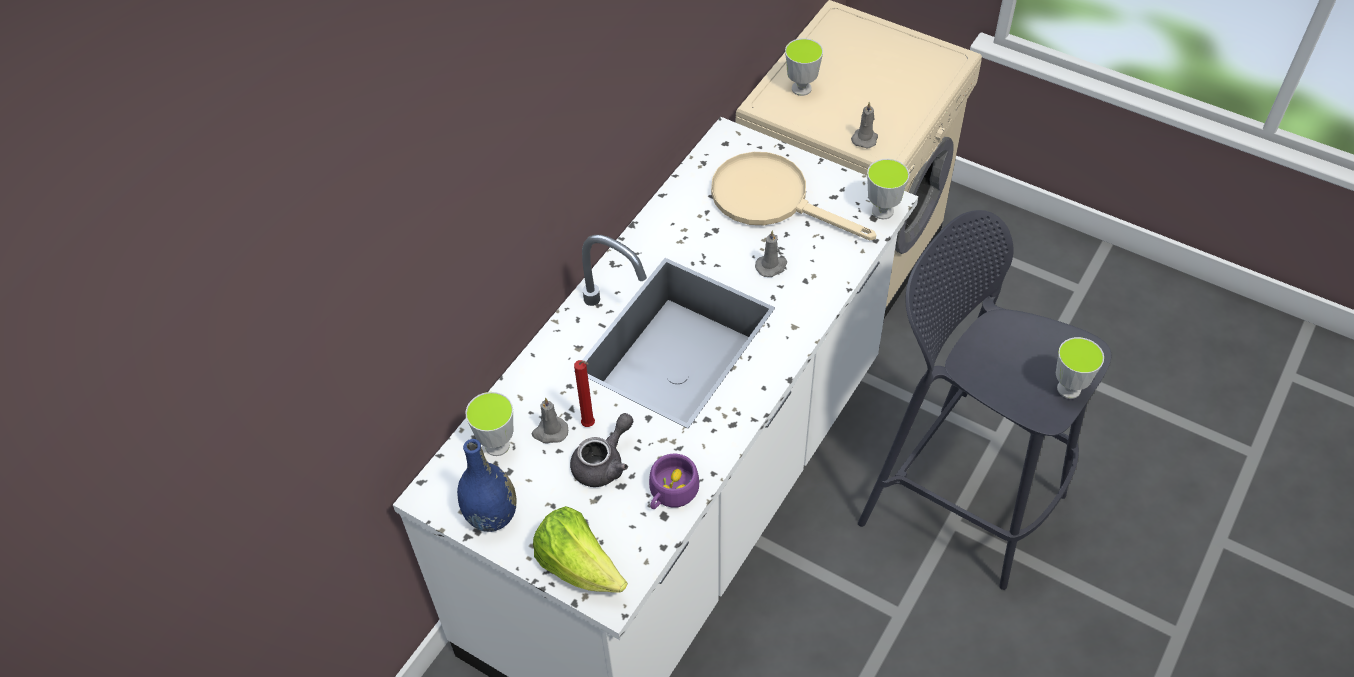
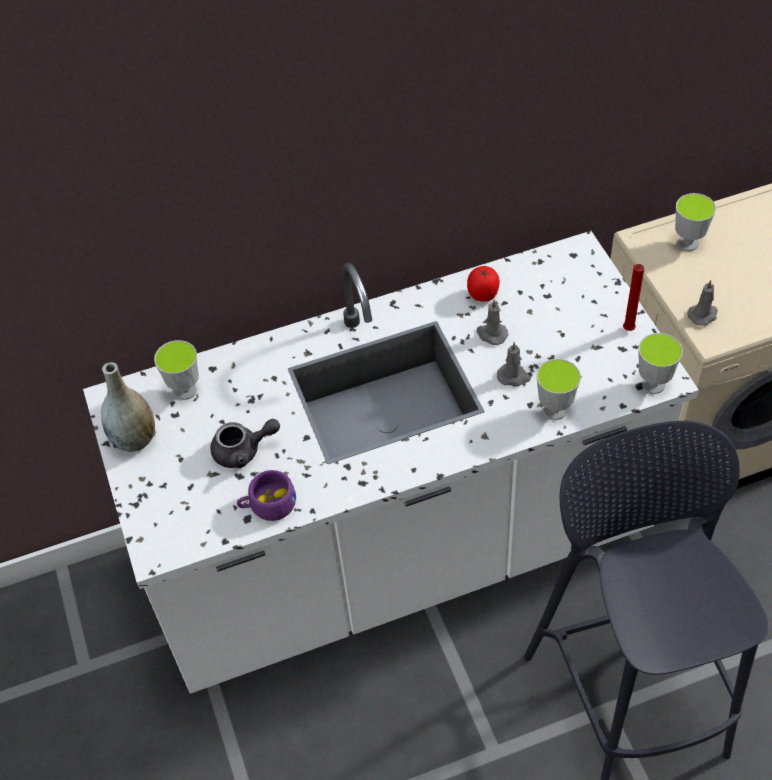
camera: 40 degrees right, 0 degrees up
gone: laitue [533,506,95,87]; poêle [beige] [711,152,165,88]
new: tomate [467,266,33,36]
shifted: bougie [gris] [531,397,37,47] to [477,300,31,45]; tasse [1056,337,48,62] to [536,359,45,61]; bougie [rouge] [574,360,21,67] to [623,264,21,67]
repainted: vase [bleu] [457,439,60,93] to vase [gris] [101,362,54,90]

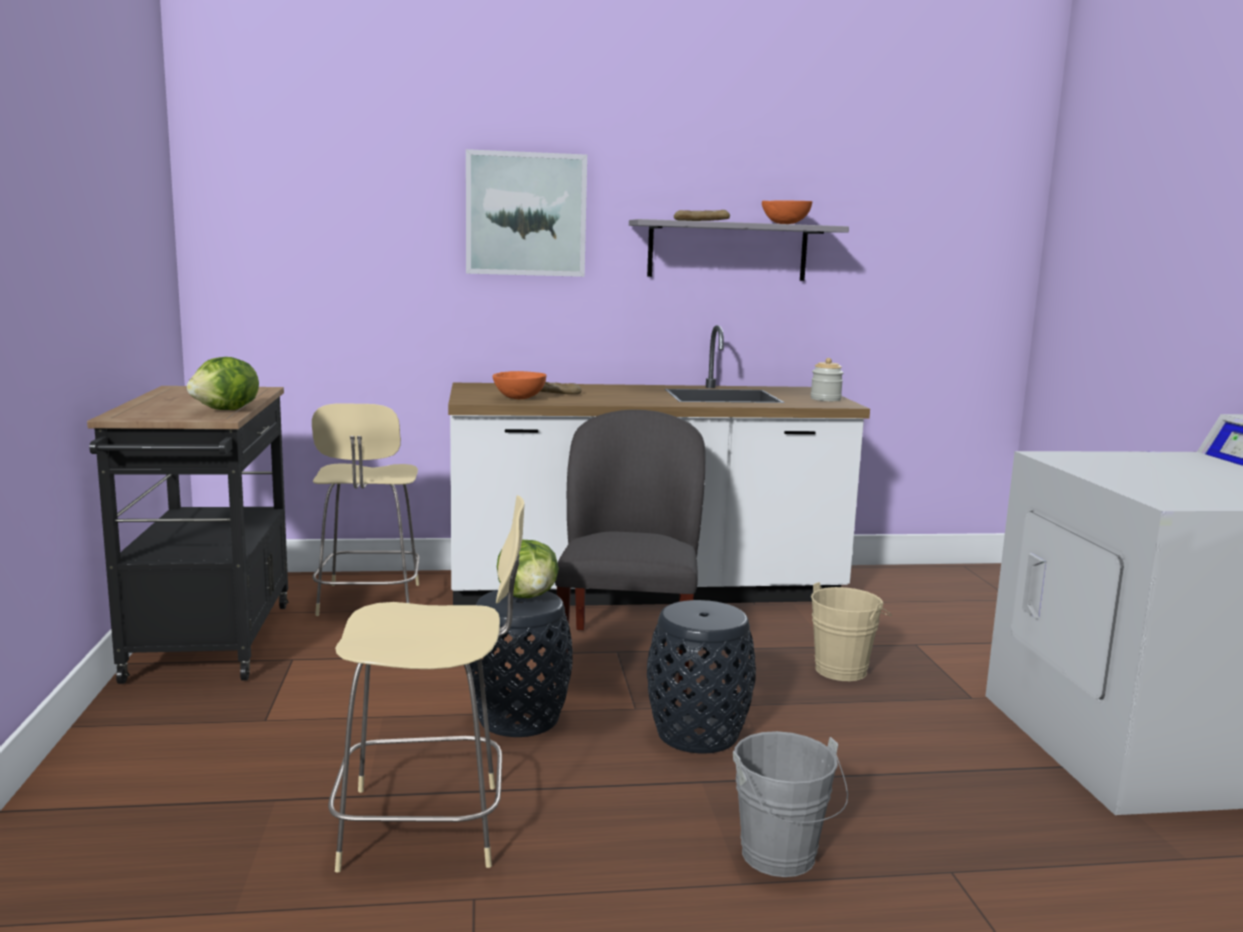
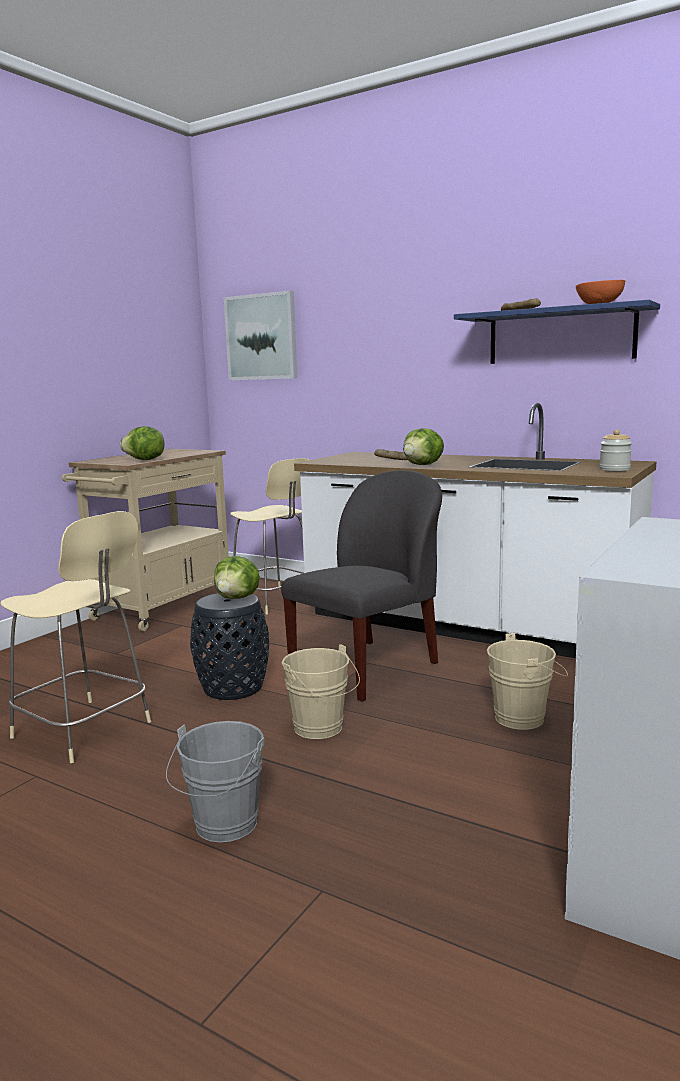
camera: 40 degrees right, 0 degrees up
gone: bol [orange] [493,371,53,28]
new: laitue [403,428,41,37]
shifted: tableau [466,149,121,128] to [224,290,73,90]
swapped: tabouret [noir] [647,600,109,154] to seau [beige] [282,644,78,95]
repainted: chariot [noir] [87,386,202,298] to chariot [beige] [62,449,167,182]; étagère [gris] [629,219,220,62] to étagère [bleu] [454,300,206,64]
rotated: chaise [beige] [312,403,107,213] = [230,458,79,157] 75 degrees counterclockwise

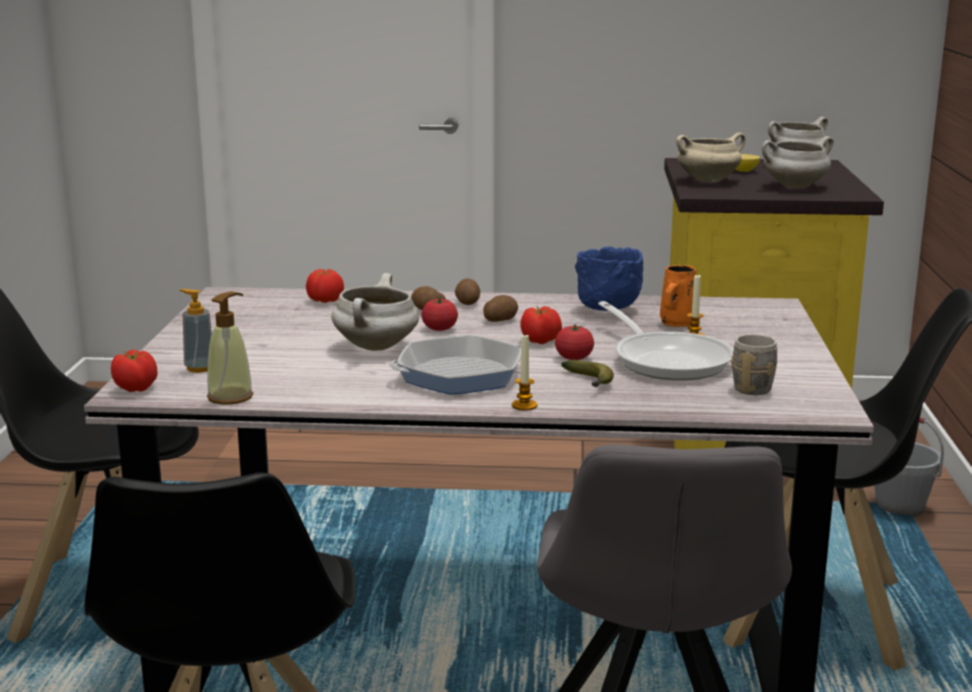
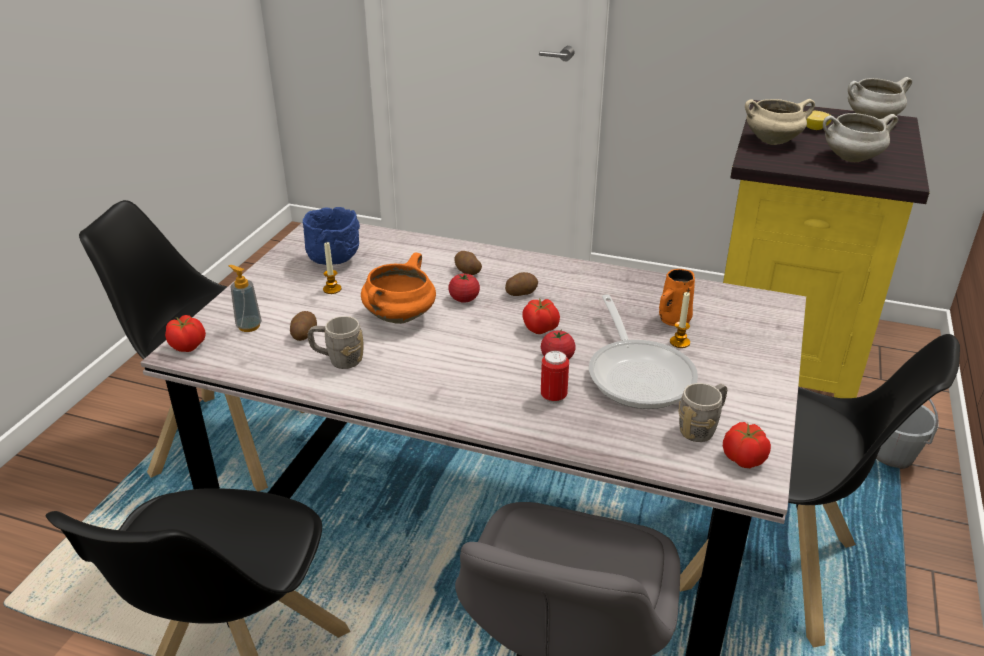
camera: 15 degrees right, 15 degrees up
gone: distributeur de savon [207,292,46,113]; poêle [389,335,141,60]
new: mug [gris] [308,316,56,53]
shifted: pomme de terre [455,278,25,27] to [290,311,27,30]; bol [bleu] [575,247,68,64] to [303,207,57,58]; bougie [512,335,25,76] to [323,241,19,53]; tomate [306,269,38,34] to [723,422,48,46]
swapped: banane [561,360,53,28] to boîte métallique [541,350,28,54]
repainted: marmite [blanc] [331,273,88,78] to marmite [orange] [361,252,75,72]

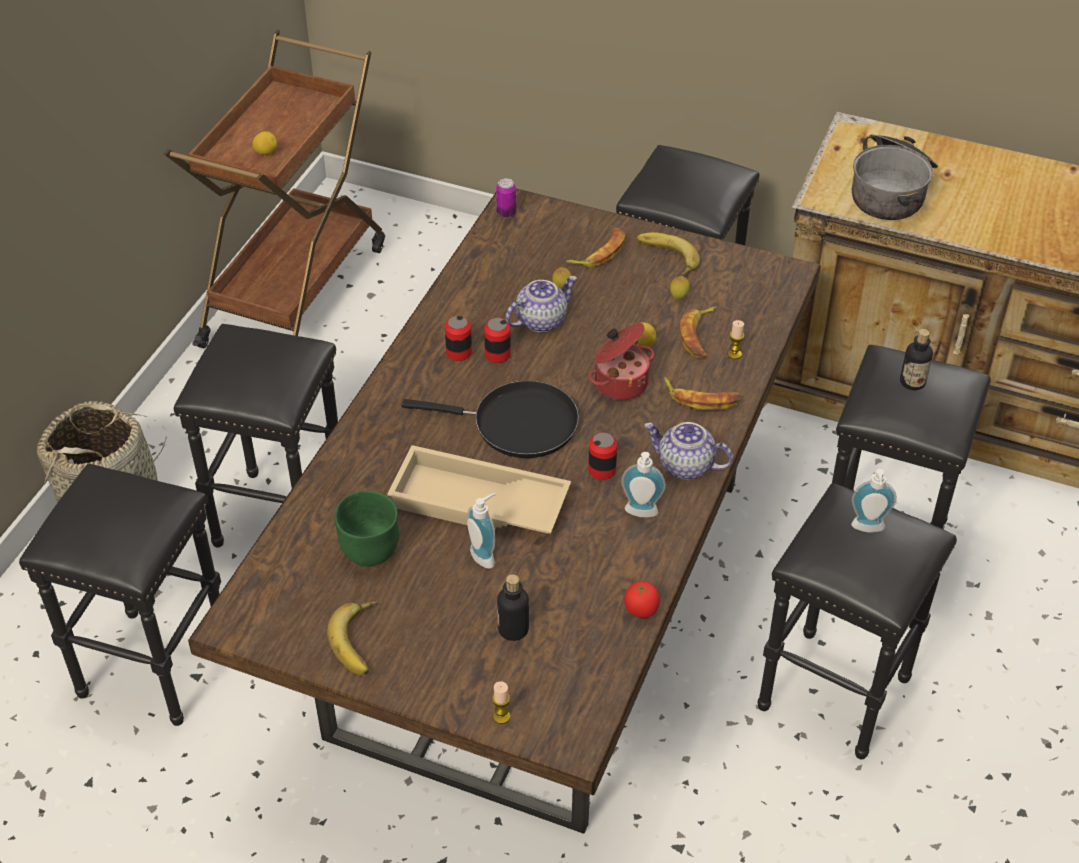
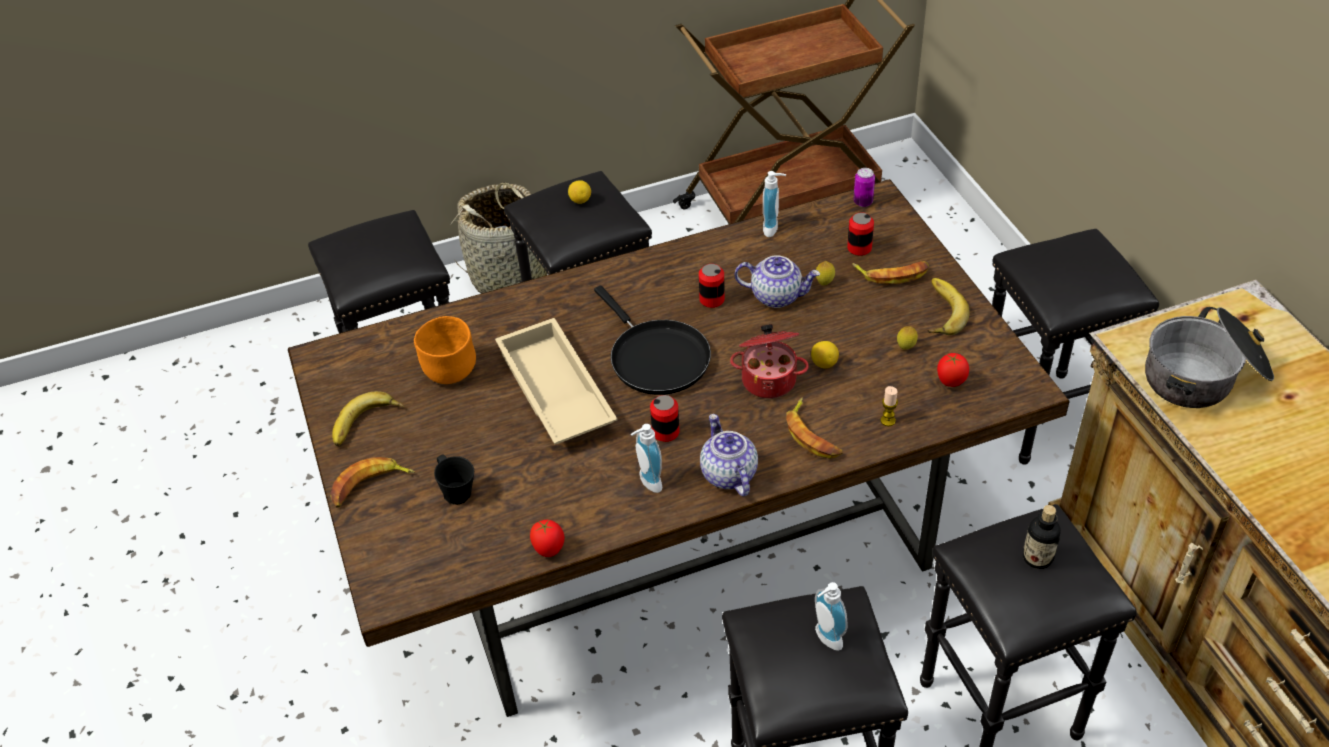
camera: 50 degrees right, 0 degrees up
gone: bougie [492,681,18,43]
new: tomate [937,353,32,34]
shifted: banane [680,306,37,52] to [330,457,85,50]; citron [252,131,25,24] to [568,180,23,24]; distributeur de savon [467,493,29,76] to [763,171,23,66]; boîte métallique [445,316,27,45] to [847,212,27,44]
swapped: bouteille [497,574,32,67] to mug [noir] [434,454,40,51]
repainted: bol [vert] [335,491,64,76] to bol [orange] [414,316,62,68]

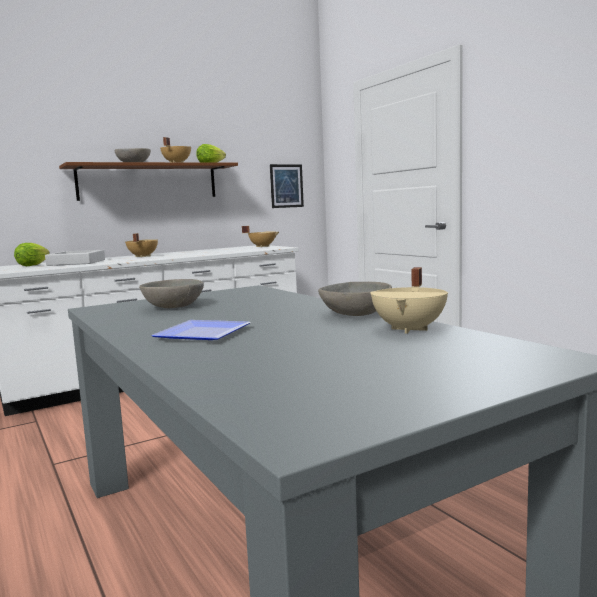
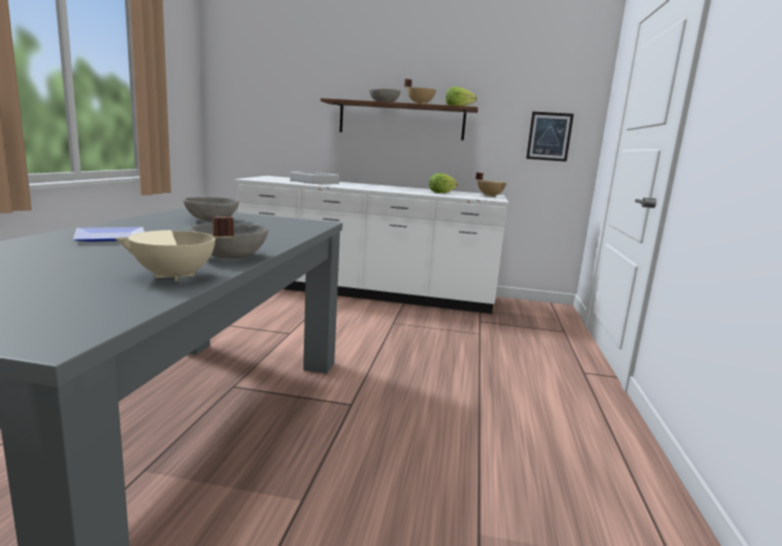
camera: 40 degrees right, 5 degrees up
gone: marmite [beige] [125,233,33,24]
shifted: laitue [14,243,36,23] to [429,173,29,20]

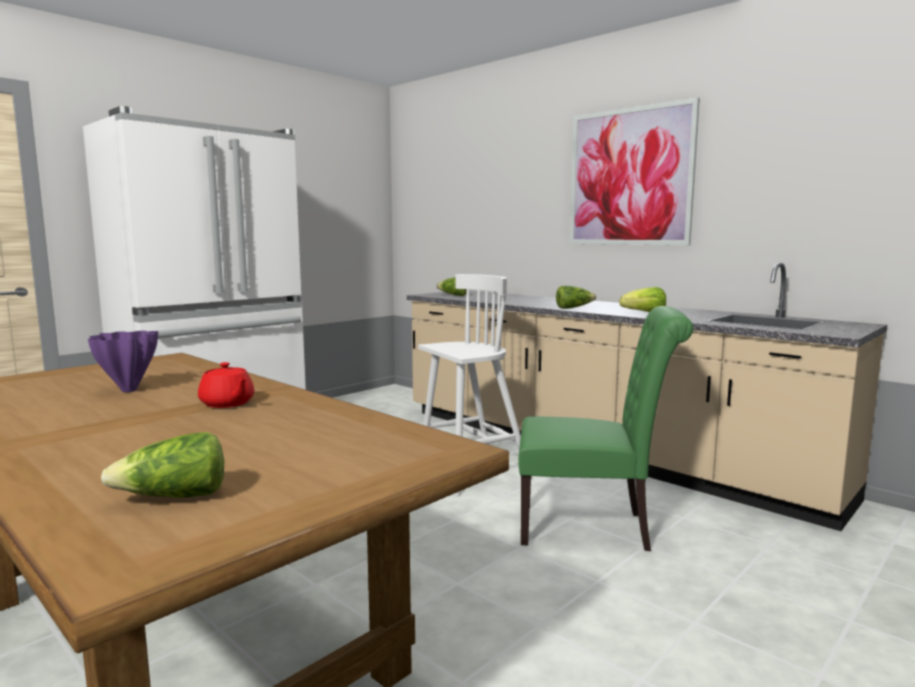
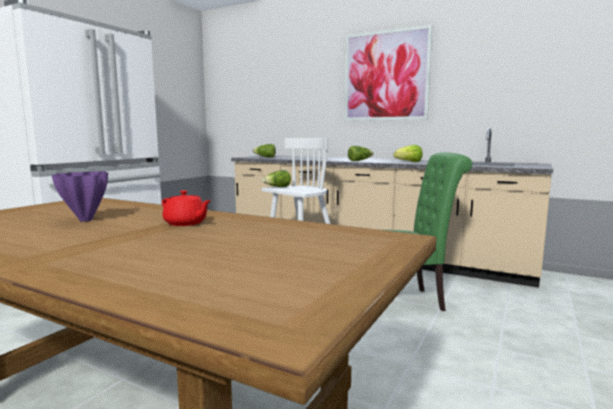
camera: 15 degrees left, 0 degrees up
shifted: laitue [101,432,123,66] to [262,170,29,17]

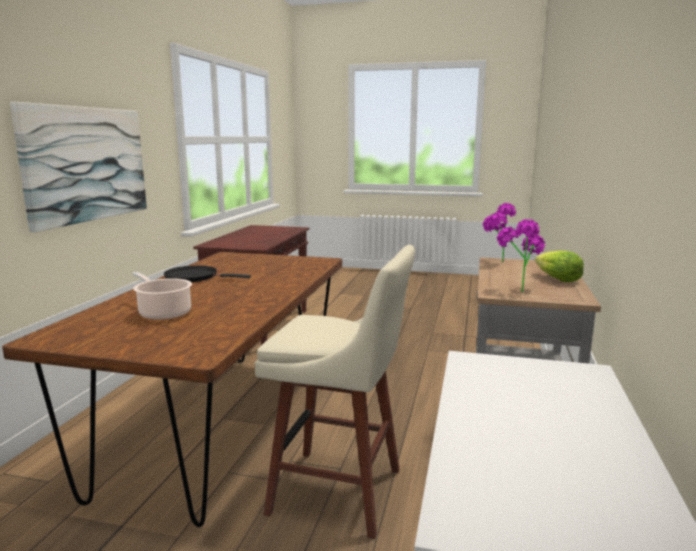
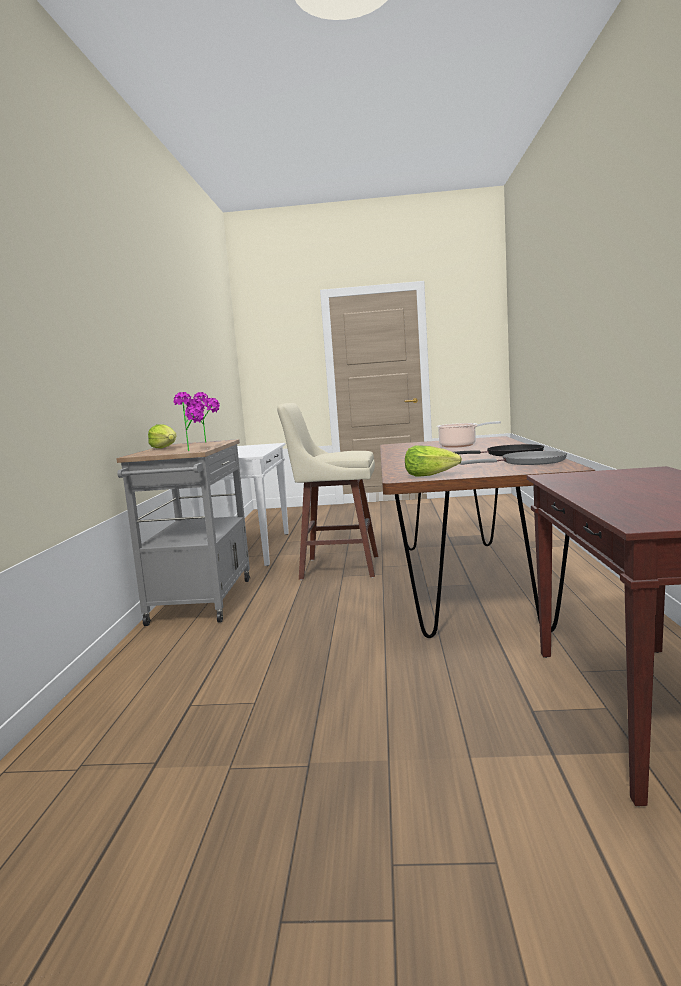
camera: 170 degrees right, 5 degrees down
gone: tableau [10,102,137,130]
new: laitue [405,445,57,32]; poêle [gris] [460,451,107,14]

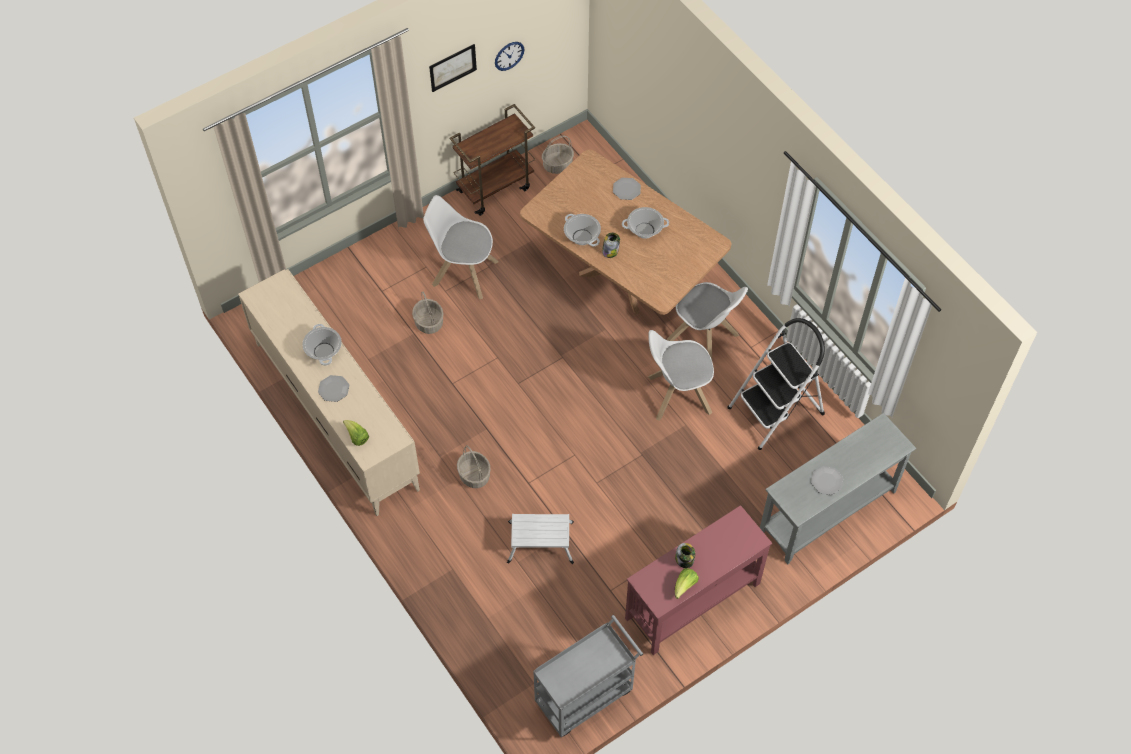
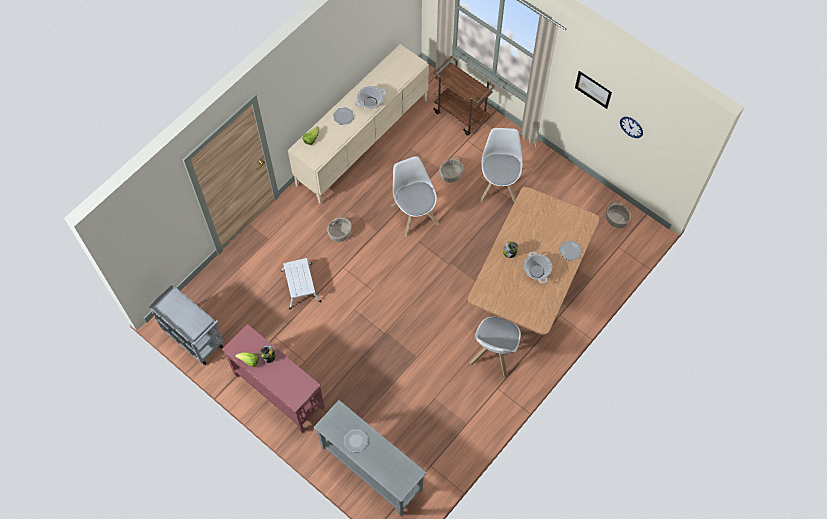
camera: 75 degrees right, 5 degrees up
gone: marmite [564,214,37,33]; escabeau [727,318,98,132]
shifted: chaise [648,330,66,91] to [391,156,48,81]; chariot [marron] [449,104,86,112] to [433,56,62,80]

